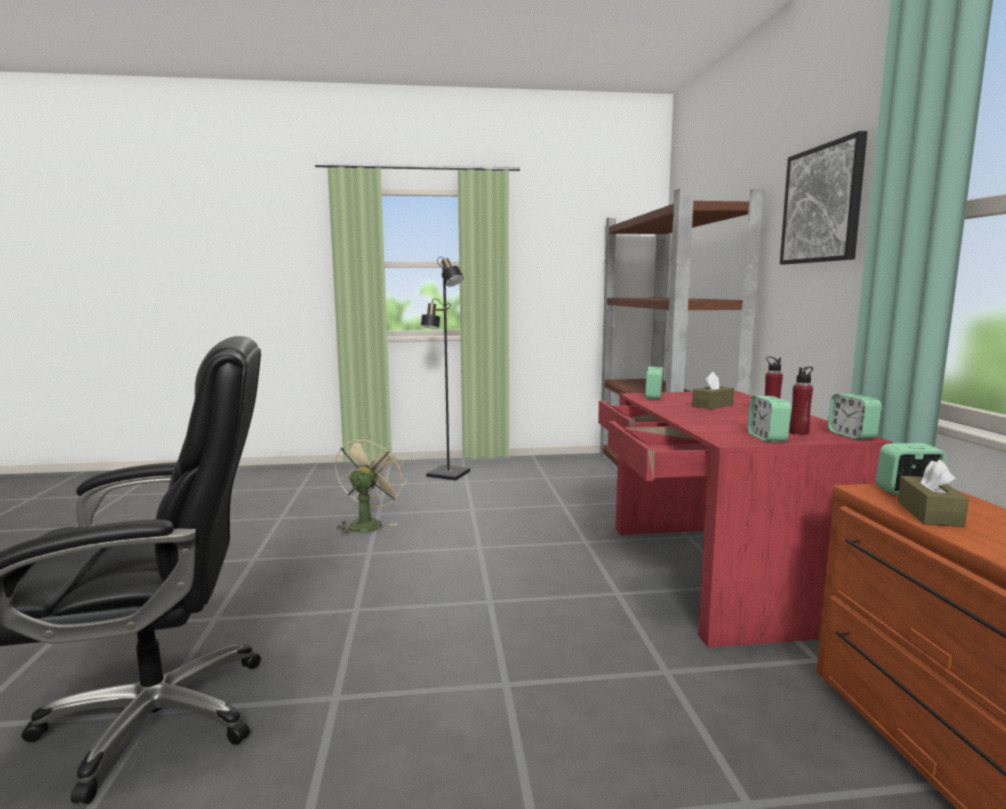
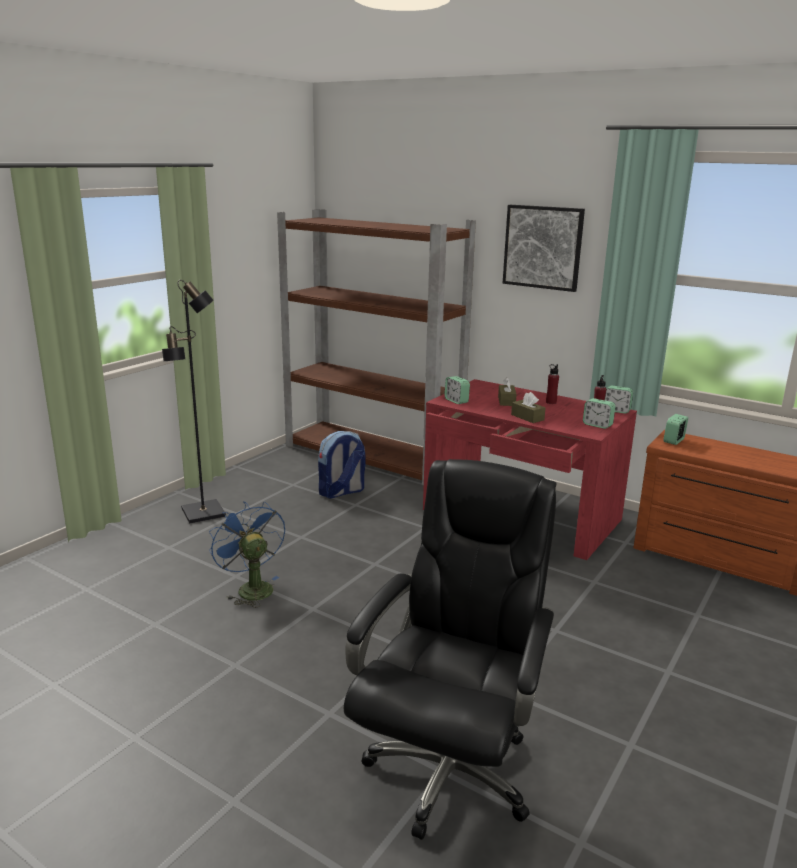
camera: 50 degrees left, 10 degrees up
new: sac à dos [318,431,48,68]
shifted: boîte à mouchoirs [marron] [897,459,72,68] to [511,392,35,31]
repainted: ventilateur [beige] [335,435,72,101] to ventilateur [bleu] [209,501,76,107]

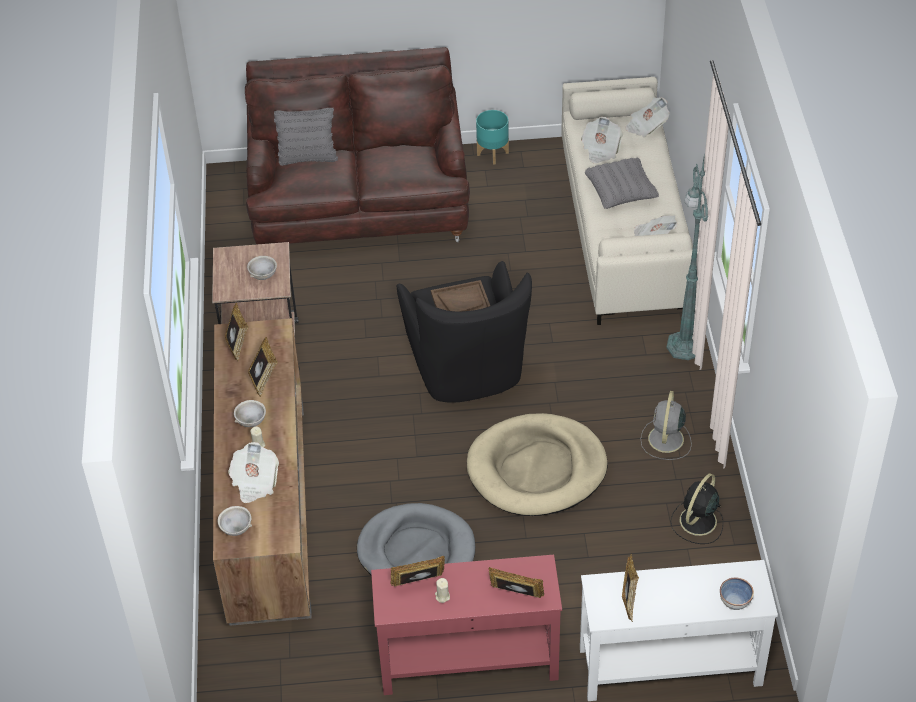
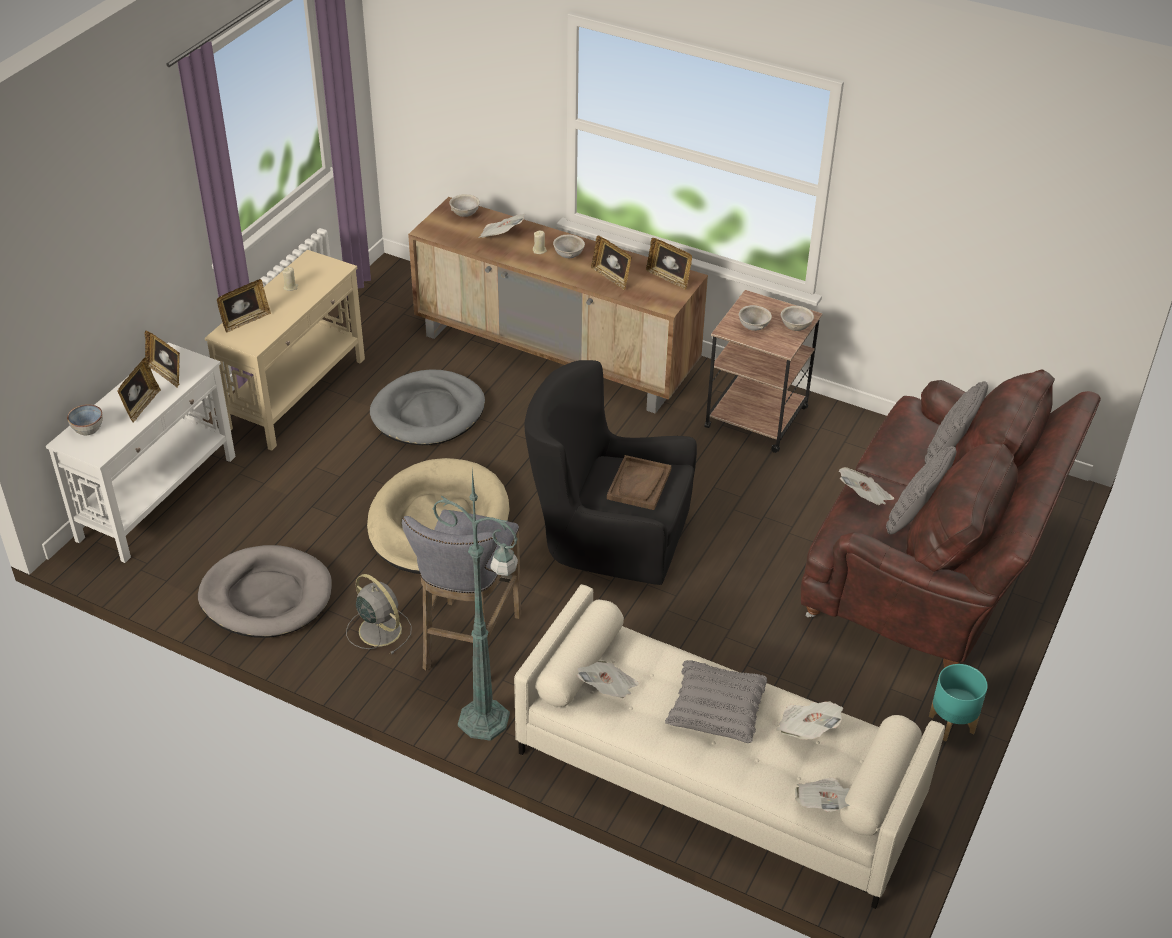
camera: 120 degrees right, 5 degrees down
new: tabouret [gris] [402,509,119,162]; bol [gris] [781,306,33,25]; journal [839,467,55,38]; coussin [gris] [886,446,70,89]
shifted: cadre photo [391,556,54,30] to [117,358,44,65]
swapped: ventilateur [noir] [671,473,52,71] to panier pour chien [gris] [198,545,134,93]
repainted: table console [rouge] [371,555,191,140] to table console [beige] [205,250,160,201]

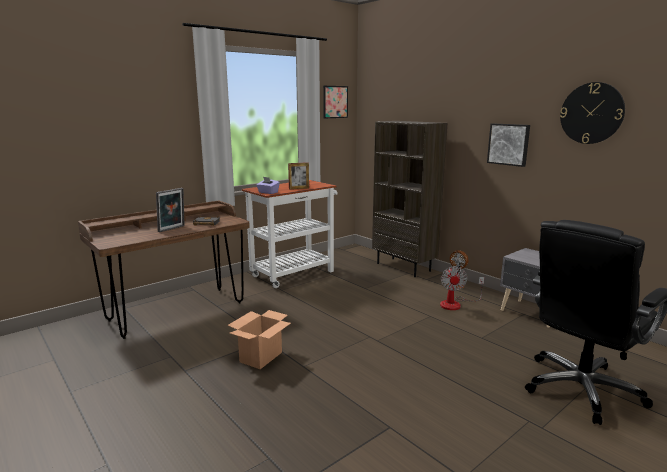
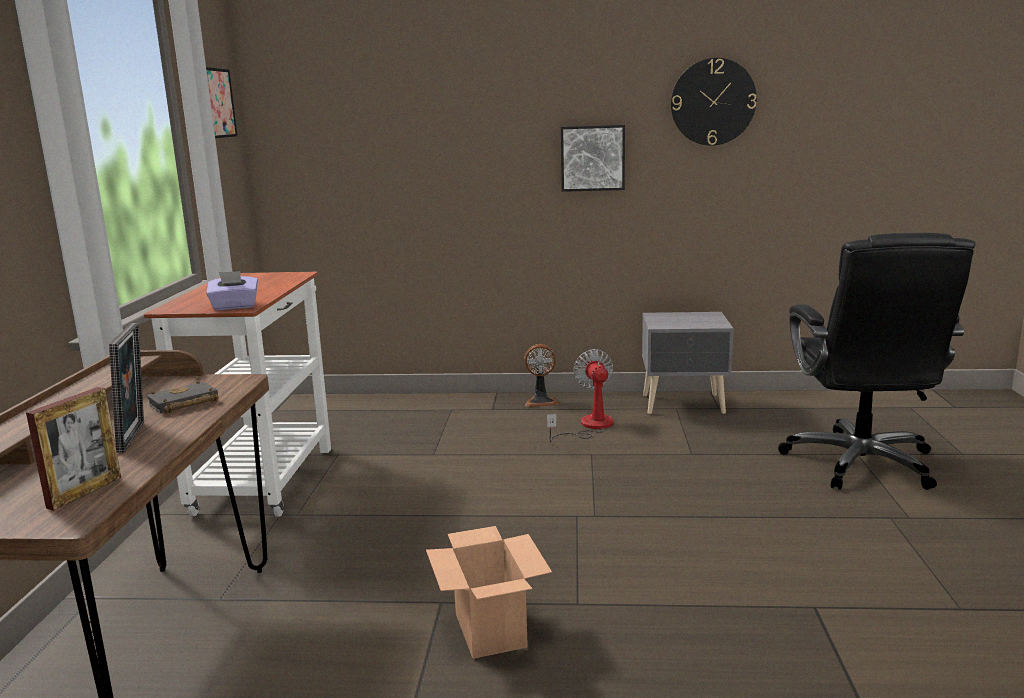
camera: 45 degrees left, 0 degrees up
gone: bibliothèque [marron] [372,121,75,156]
shifted: cadre photo [288,162,21,28] to [26,387,95,124]
rotated: ventilateur [440,266,44,44] = [547,349,67,93] 150 degrees counterclockwise

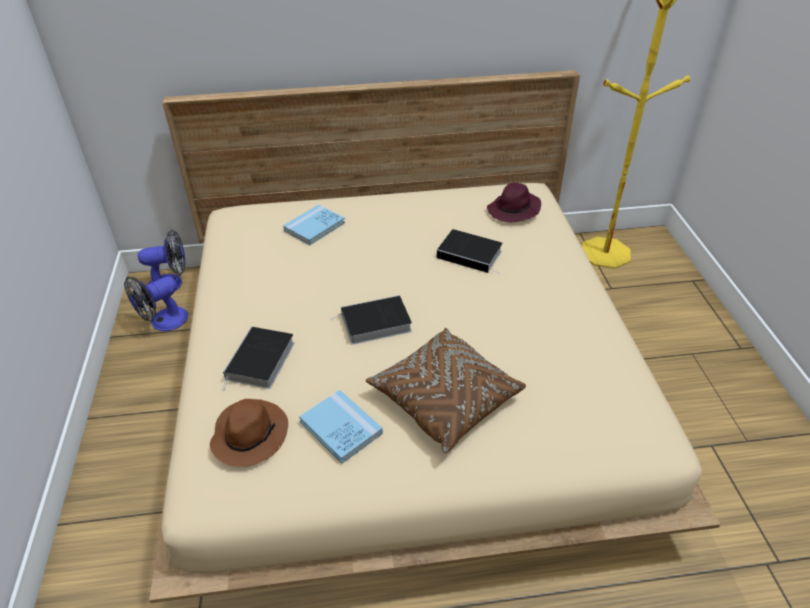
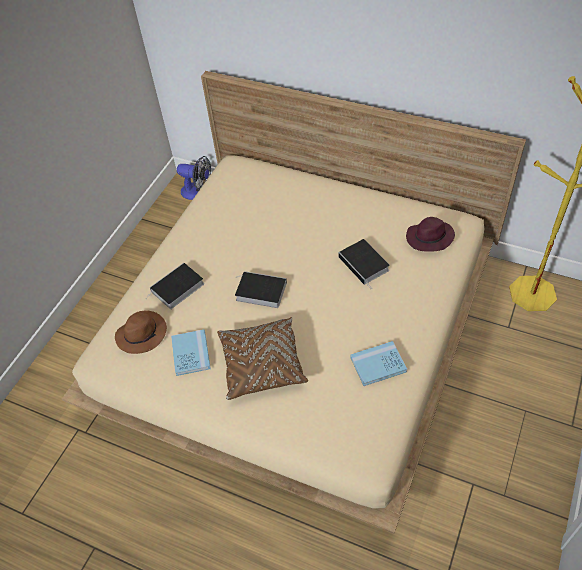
camera: 35 degrees right, 10 degrees up
gone: ventilateur [124,276,64,55]
shifted: livre [bleu] [283,205,62,40] to [351,341,56,45]

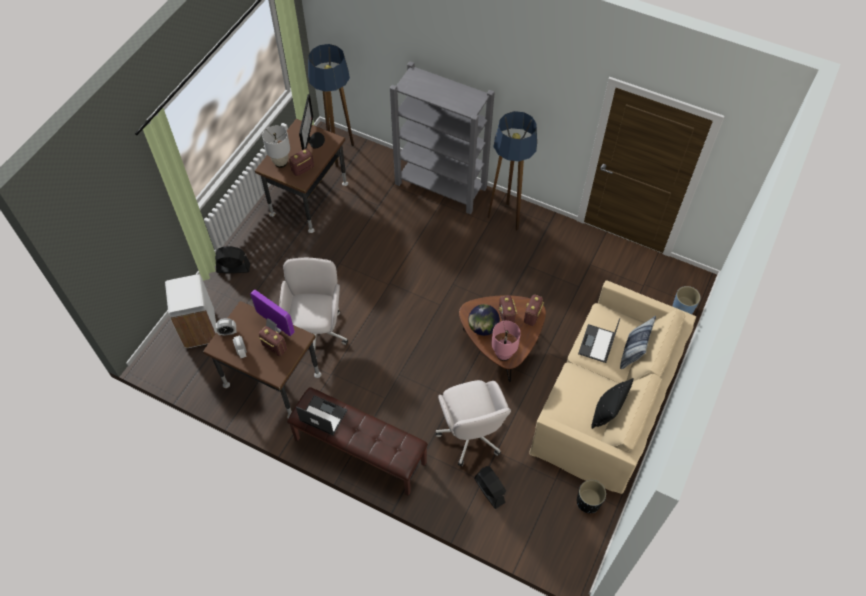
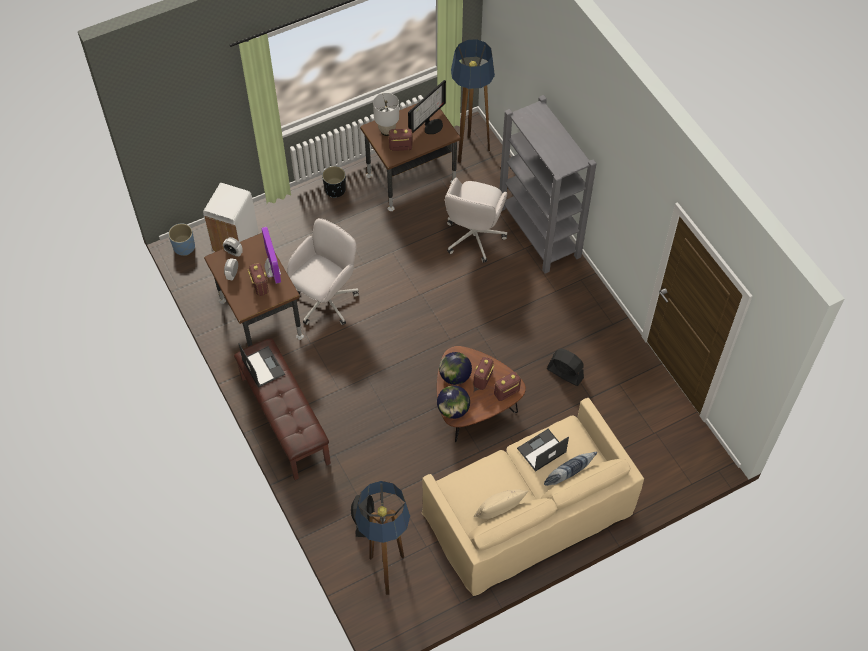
camera: 35 degrees right, 0 degrees up
shifted: cache-pot [bleu] [672,286,29,28] to [168,224,27,32]; cache-pot [noir] [577,480,29,33] to [322,166,24,32]; lampadaire [488,111,49,120] to [355,481,55,114]; chaise de bureau [blanc] [436,380,75,86] to [445,177,62,86]; ventilateur [noir] [215,246,35,27] to [547,348,37,38]
swapped: lampe de table [rose] [491,321,30,40] to globe [437,385,33,34]
repainted: coussin [noir] [592,378,42,51] to coussin [beige] [474,489,54,30]

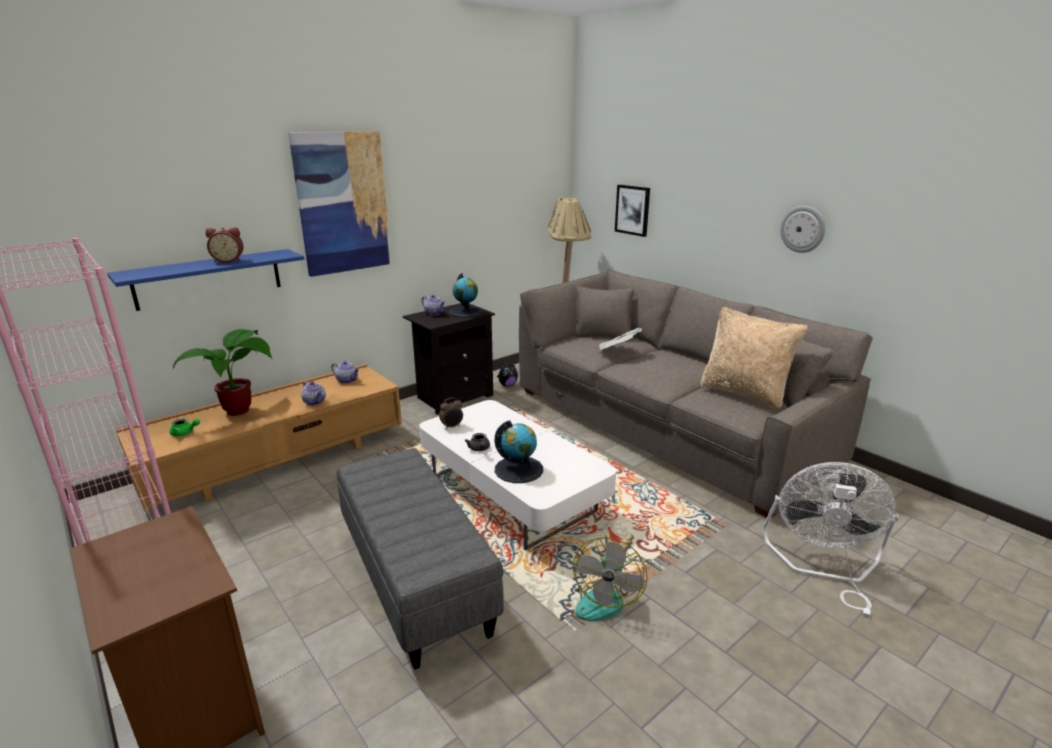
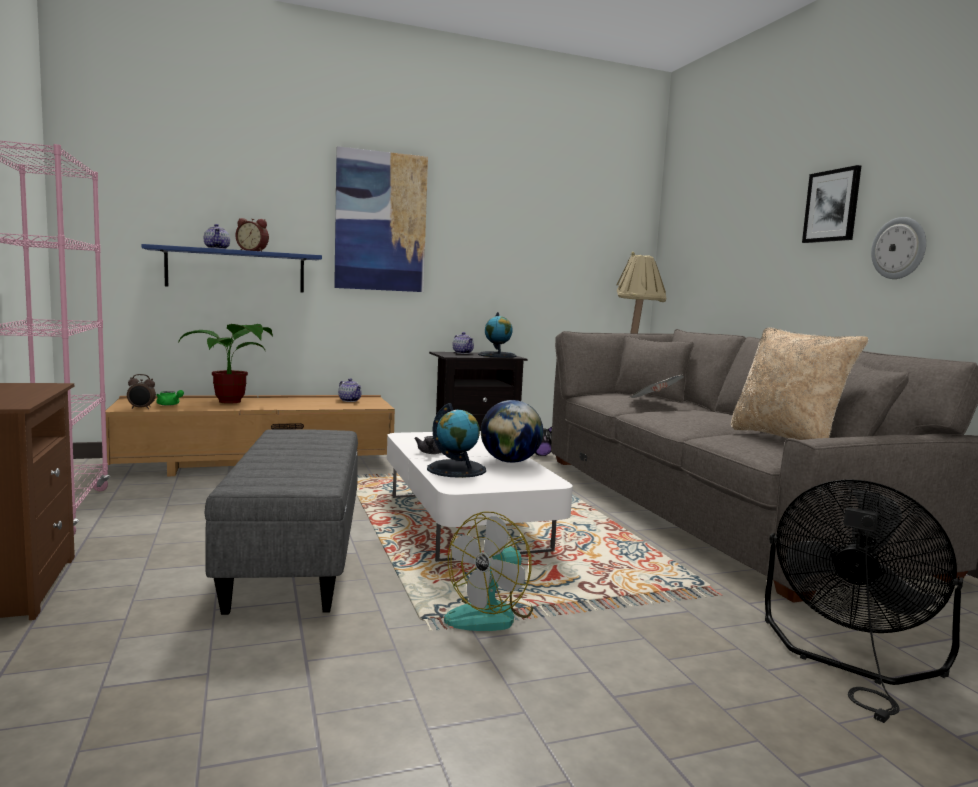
camera: 20 degrees right, 15 degrees down
new: globe [481,400,62,63]
shifted: réveil [439,397,24,33] to [127,374,29,35]; théière [301,381,25,25] to [204,224,26,25]; tableau [615,185,35,52] to [802,165,59,78]
repainted: ventilateur [blanc] [763,462,136,156] to ventilateur [noir] [765,480,198,243]

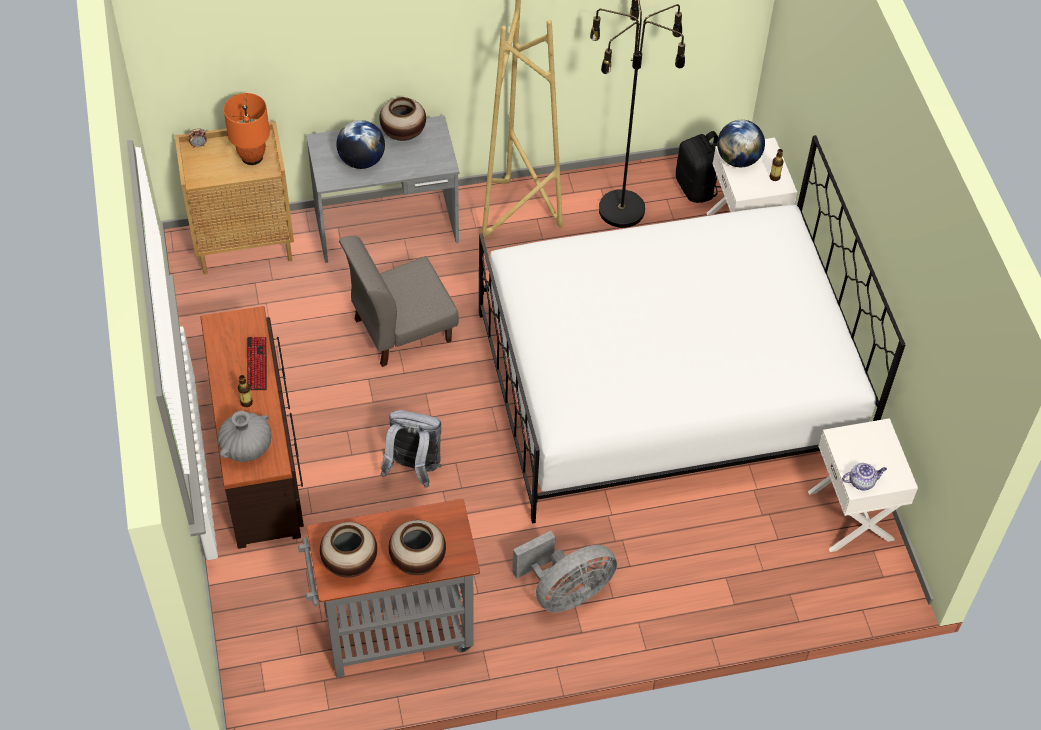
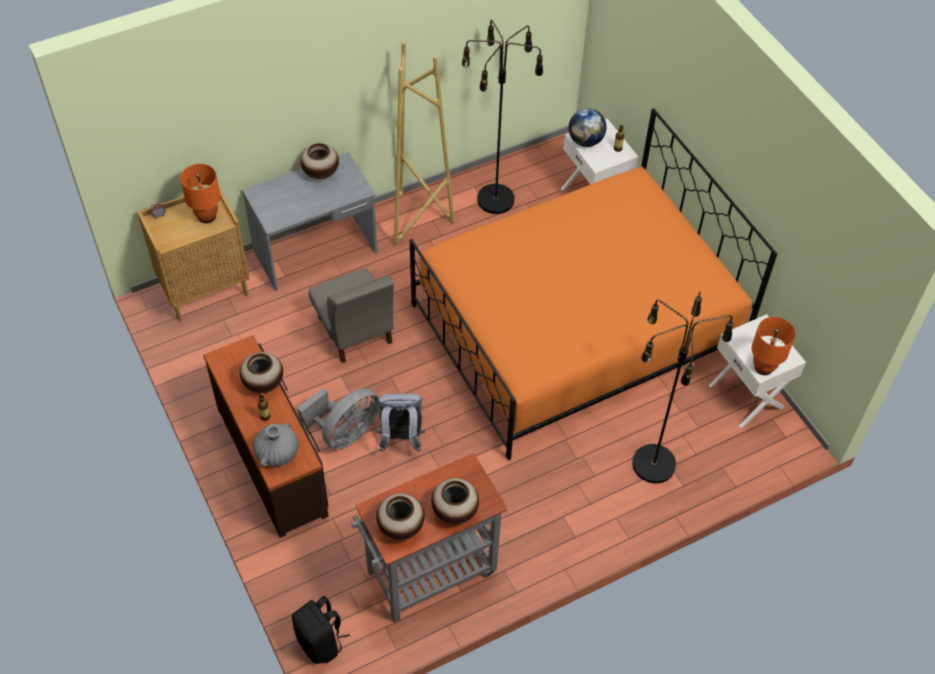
camera: 15 degrees left, 0 degrees up
gone: globe [336,120,49,49]
new: lampadaire [632,292,102,192]
shifted: sac à dos [noir] [676,131,45,72] to [292,596,58,68]; ventilateur [gris] [512,531,105,82] to [297,388,83,61]
swapped: clavier [247,337,20,53] to vase [240,352,43,41]; théière [842,463,45,27] to lampe de table [orange] [752,317,44,58]
repainted: lit [blanc] [479,135,427,389] to lit [orange] [410,108,368,352]
rotated: chaise [gris] [339,236,120,131] = [309,268,85,95] 75 degrees counterclockwise

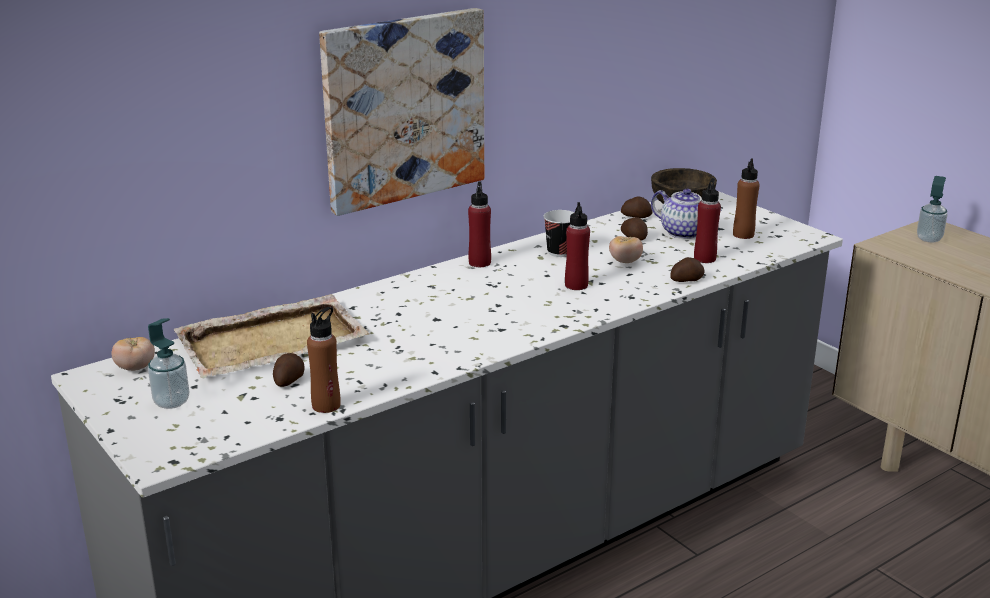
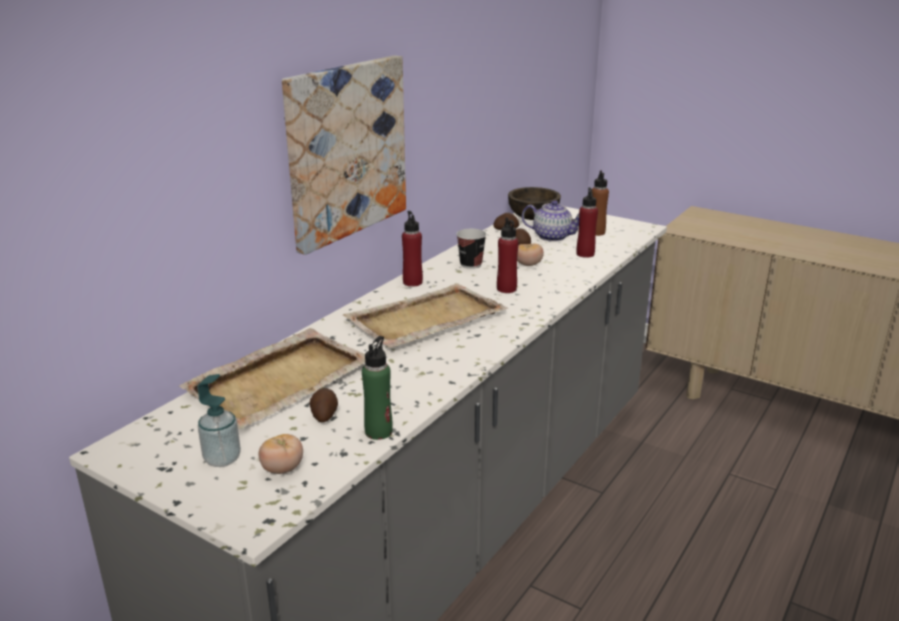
camera: 20 degrees left, 0 degrees up
gone: pomme de terre [670,257,35,25]; distributeur de savon [917,176,30,67]
new: plateau [beige] [343,283,165,65]
shifted: tomate [111,337,44,34] to [258,434,45,40]
repainted: bouteille [marron] [307,307,34,106] to bouteille [vert] [362,336,31,104]

